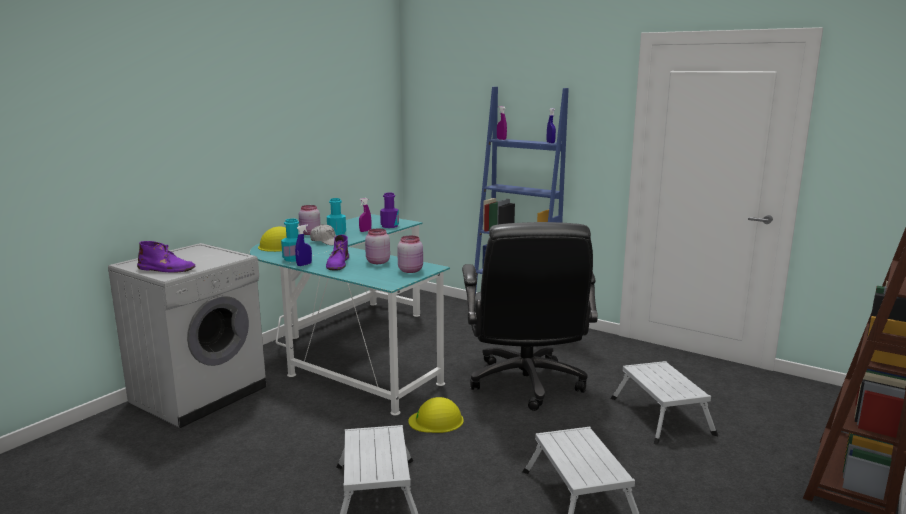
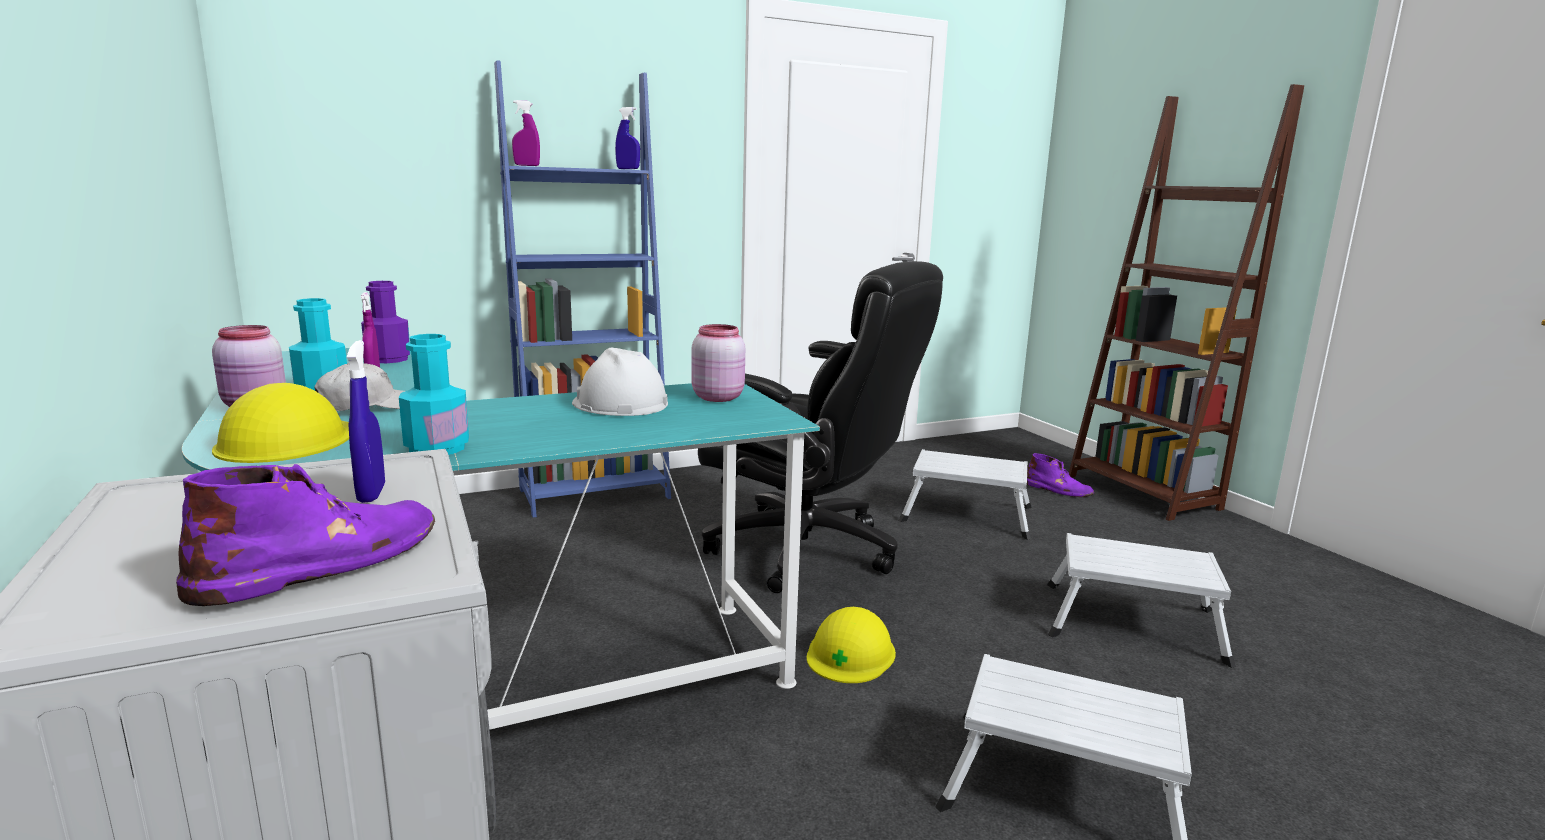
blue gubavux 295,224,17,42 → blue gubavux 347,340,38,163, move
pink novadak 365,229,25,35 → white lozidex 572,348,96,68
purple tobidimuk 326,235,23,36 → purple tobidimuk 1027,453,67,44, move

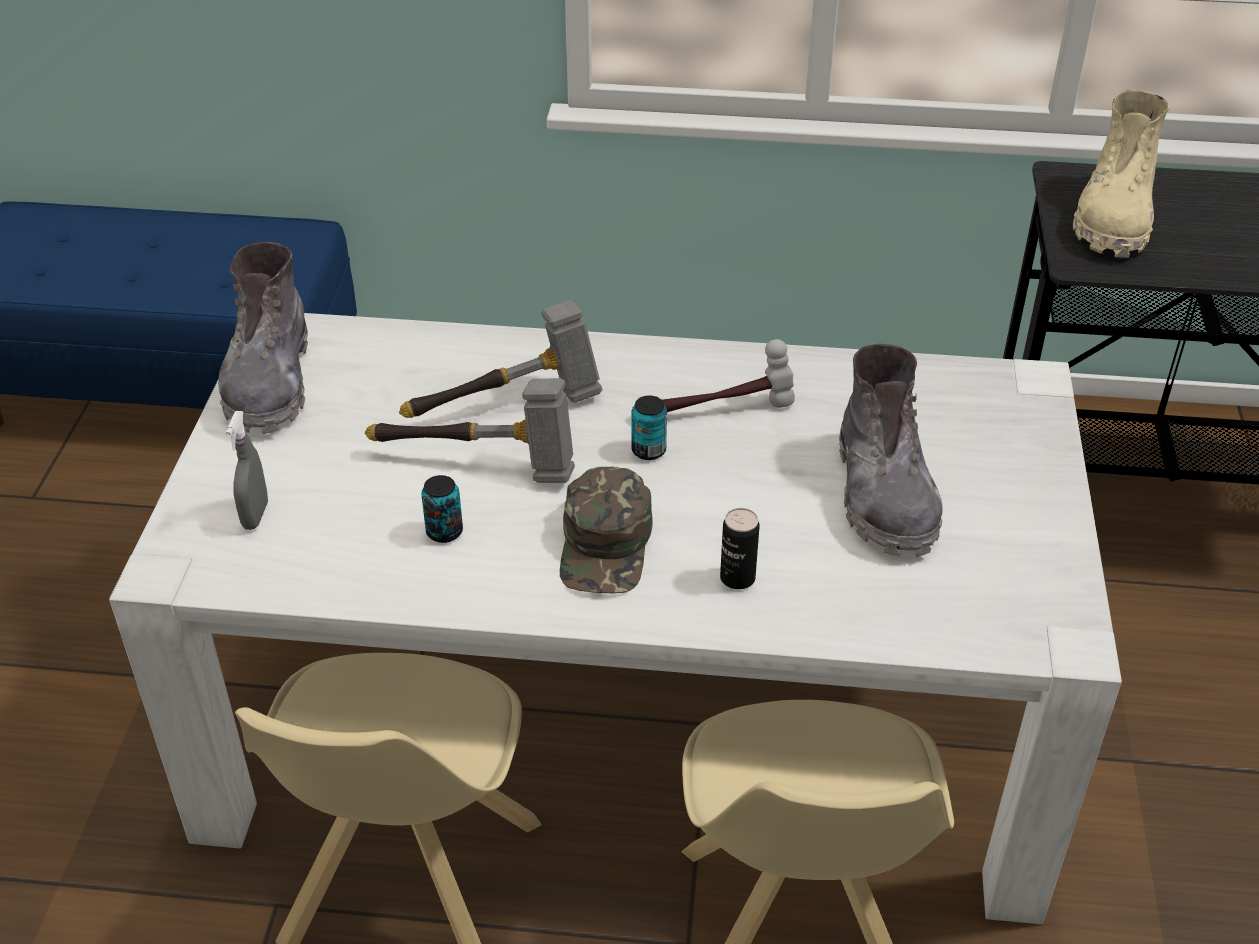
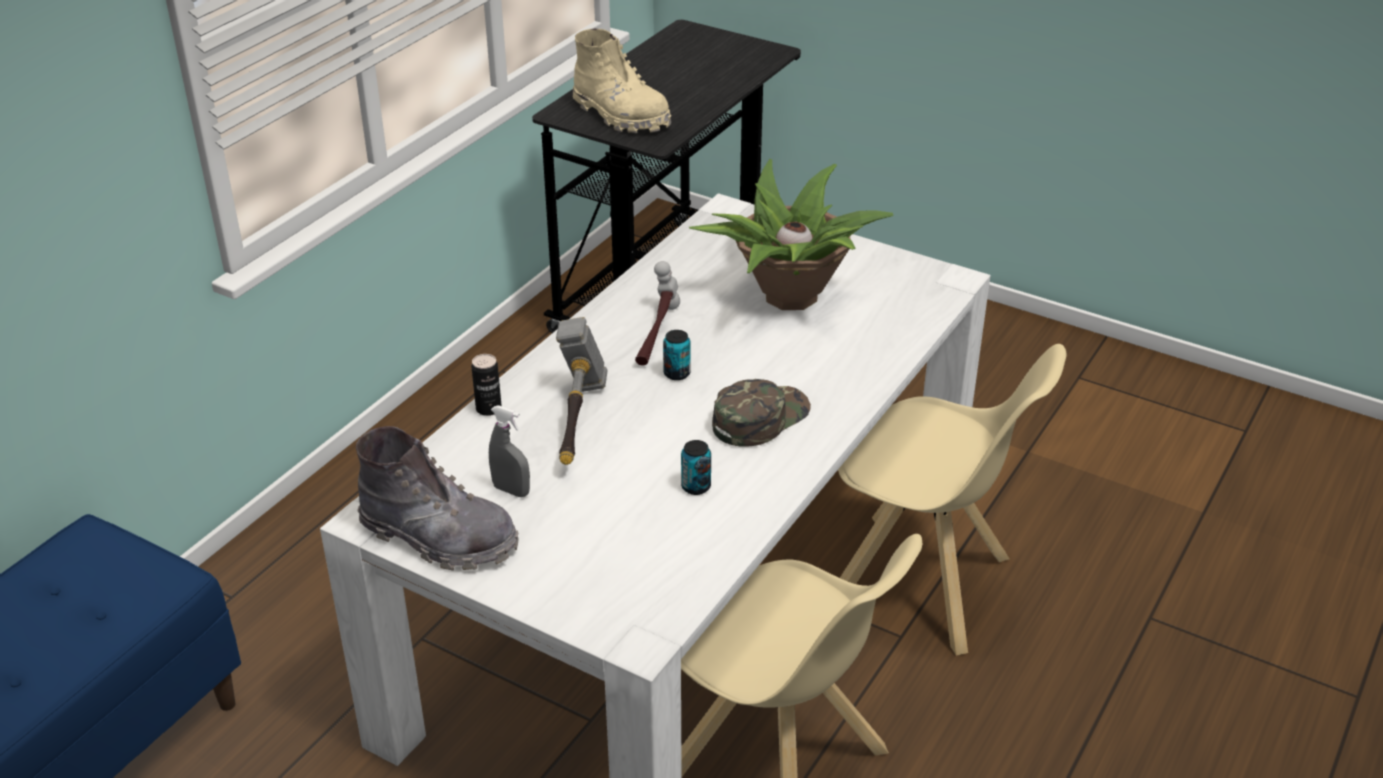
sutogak 720,508,40,81 → sutogak 471,354,31,62, move
grey gubavux 226,411,42,119 → grey gubavux 489,405,41,92, move
grey tobidimuk 839,344,103,213 → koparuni 689,159,204,151
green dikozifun 560,466,93,127 → green dikozifun 712,379,99,68, 75 degrees counterclockwise
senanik 365,378,210,105 → -

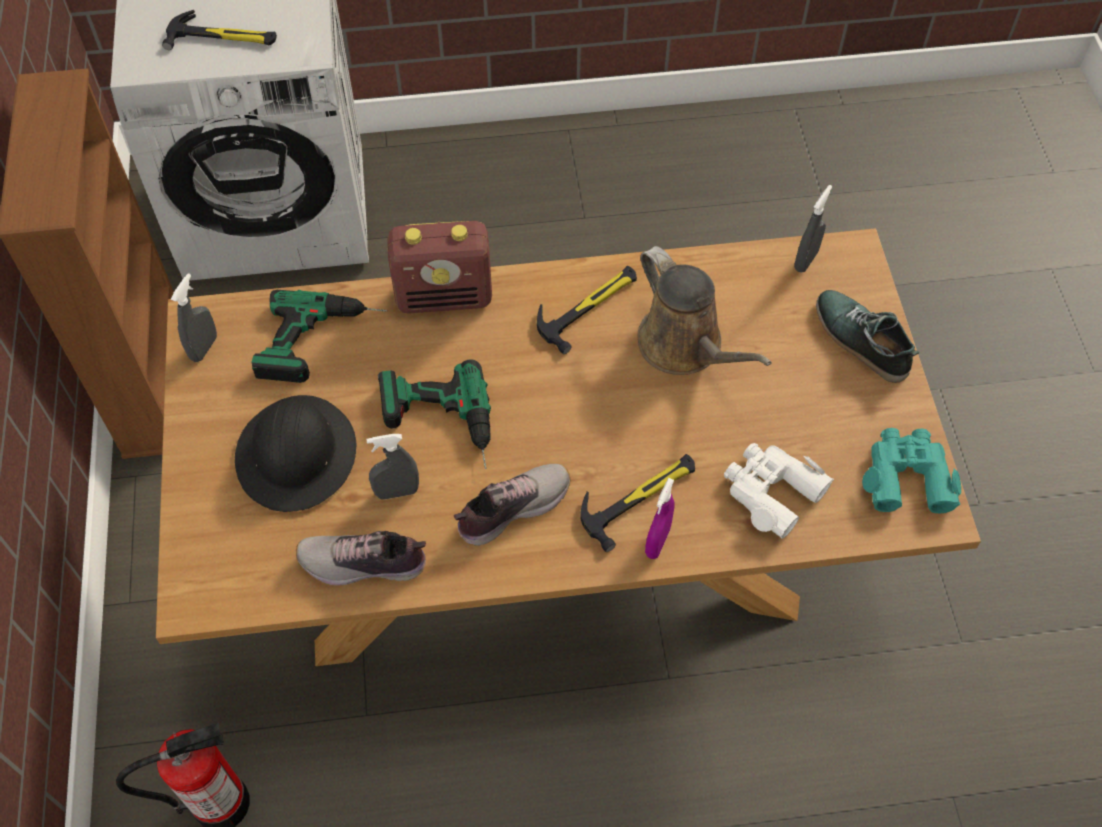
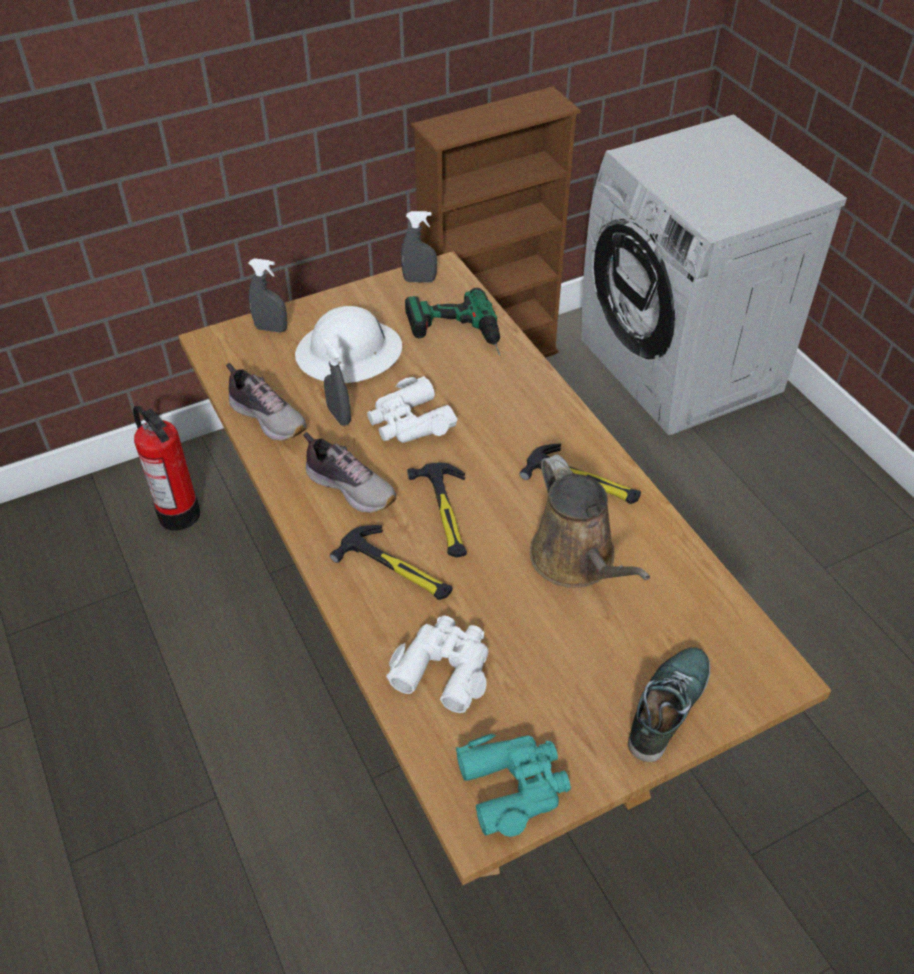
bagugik 296,531,130,55 → bagugik 226,363,81,78, 150 degrees clockwise
grey gubavux 794,185,38,88 → grey gubavux 249,258,38,74, move
black lozidex 235,395,122,117 → white lozidex 295,306,107,77
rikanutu 378,359,113,110 → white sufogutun 367,376,90,67
senanik 162,10,115,40 → senanik 407,462,60,95, move
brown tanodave 638,246,134,129 → brown tanodave 530,454,120,134, 60 degrees counterclockwise
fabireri 387,221,105,93 → -
purple gubavux 645,478,30,81 → -

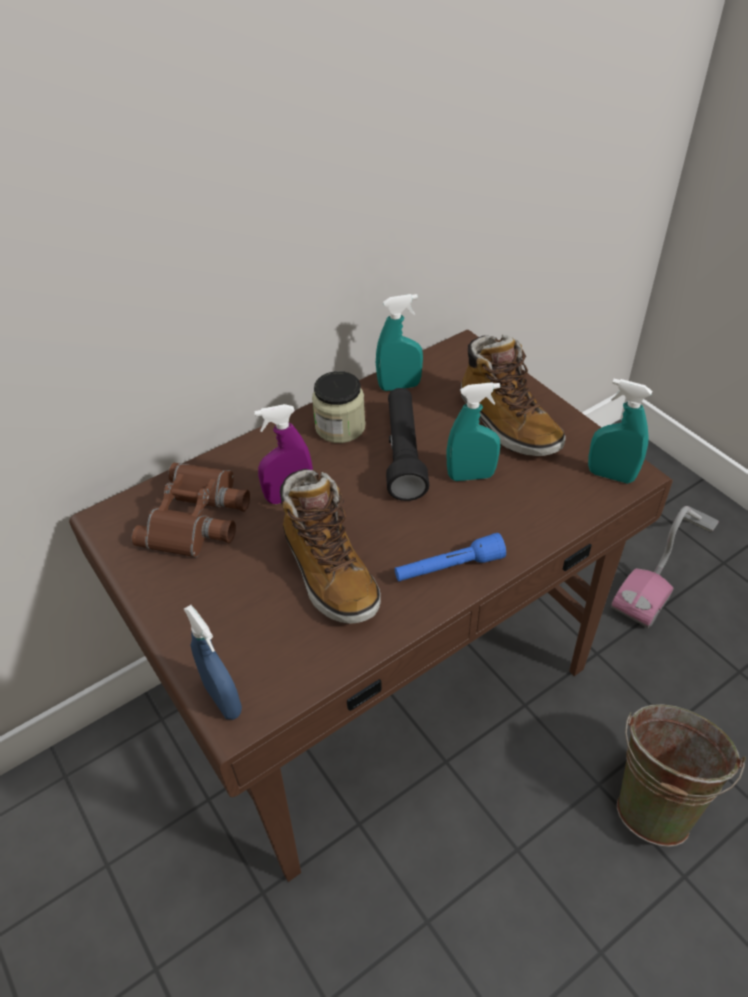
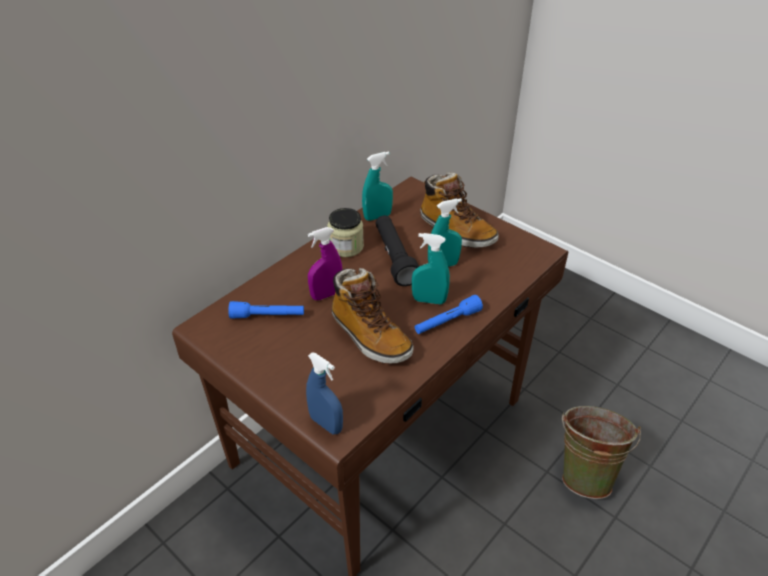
brown sufogutun 131,463,119,94 → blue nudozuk 228,301,76,18
turquoise gubavux 588,379,64,105 → turquoise gubavux 412,233,38,72, move
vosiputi 611,506,108,122 → -

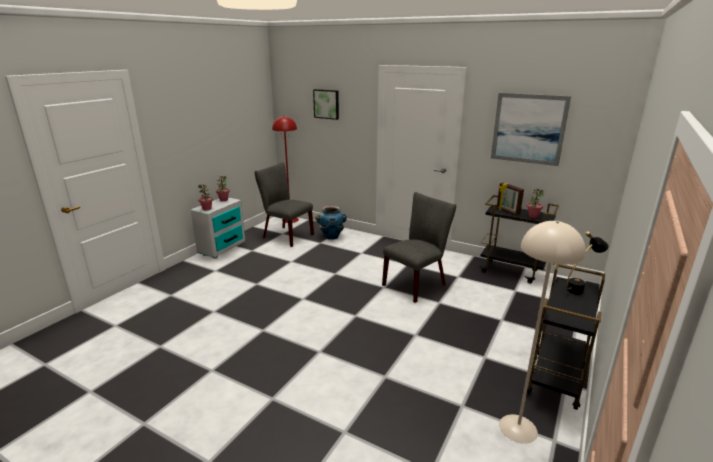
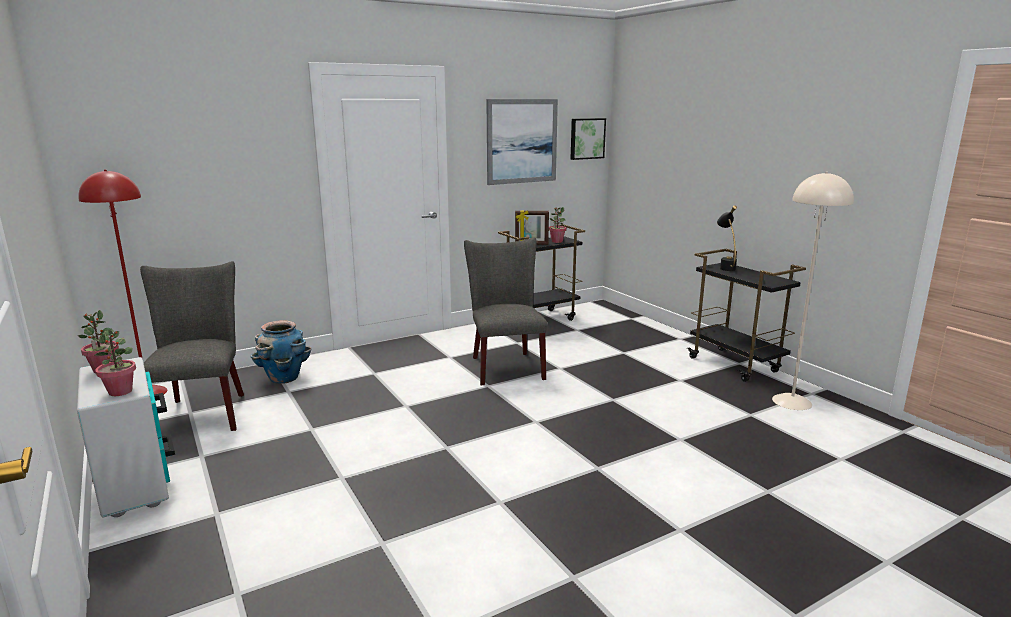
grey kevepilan 255,162,59,85 → grey kevepilan 140,261,104,170, 105 degrees clockwise
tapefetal 313,89,26,31 → tapefetal 570,118,36,42, move

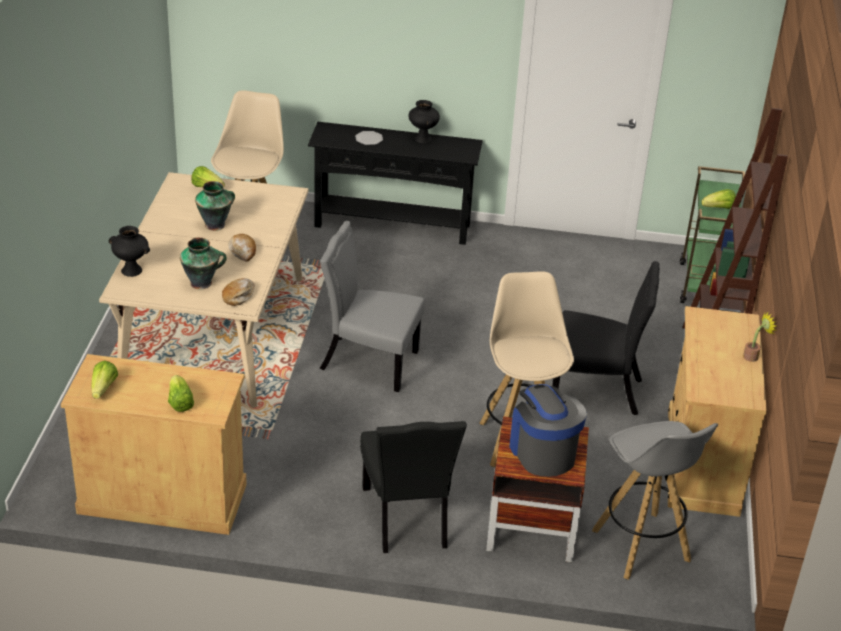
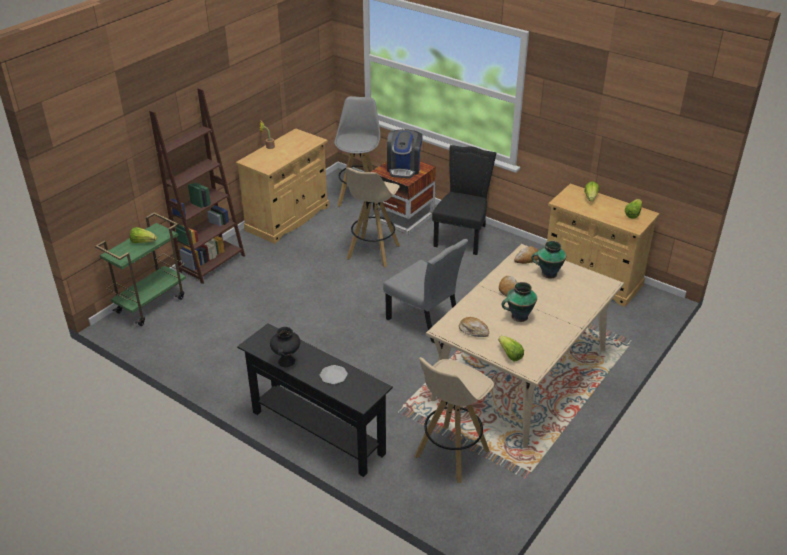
- → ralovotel 459,317,30,20
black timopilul 108,226,42,51 → -
black kevepilan 553,261,107,154 → -

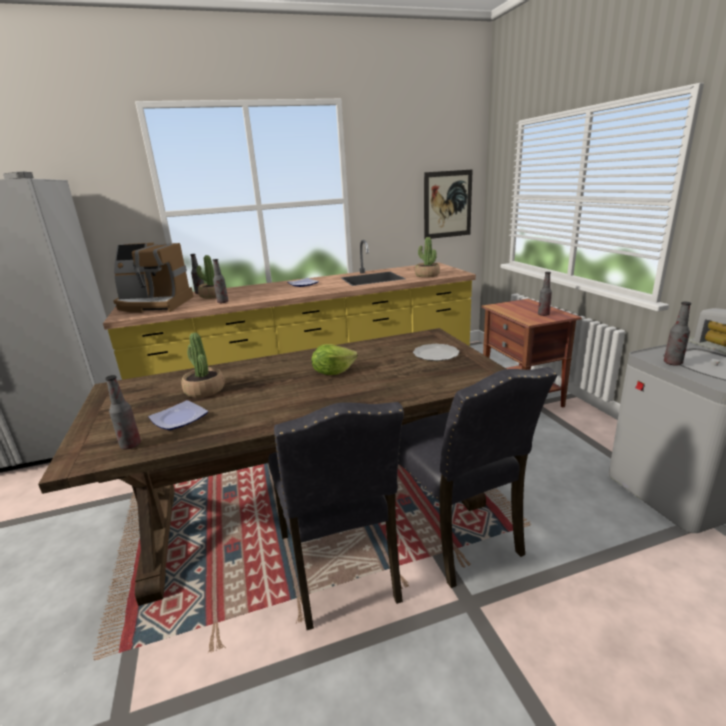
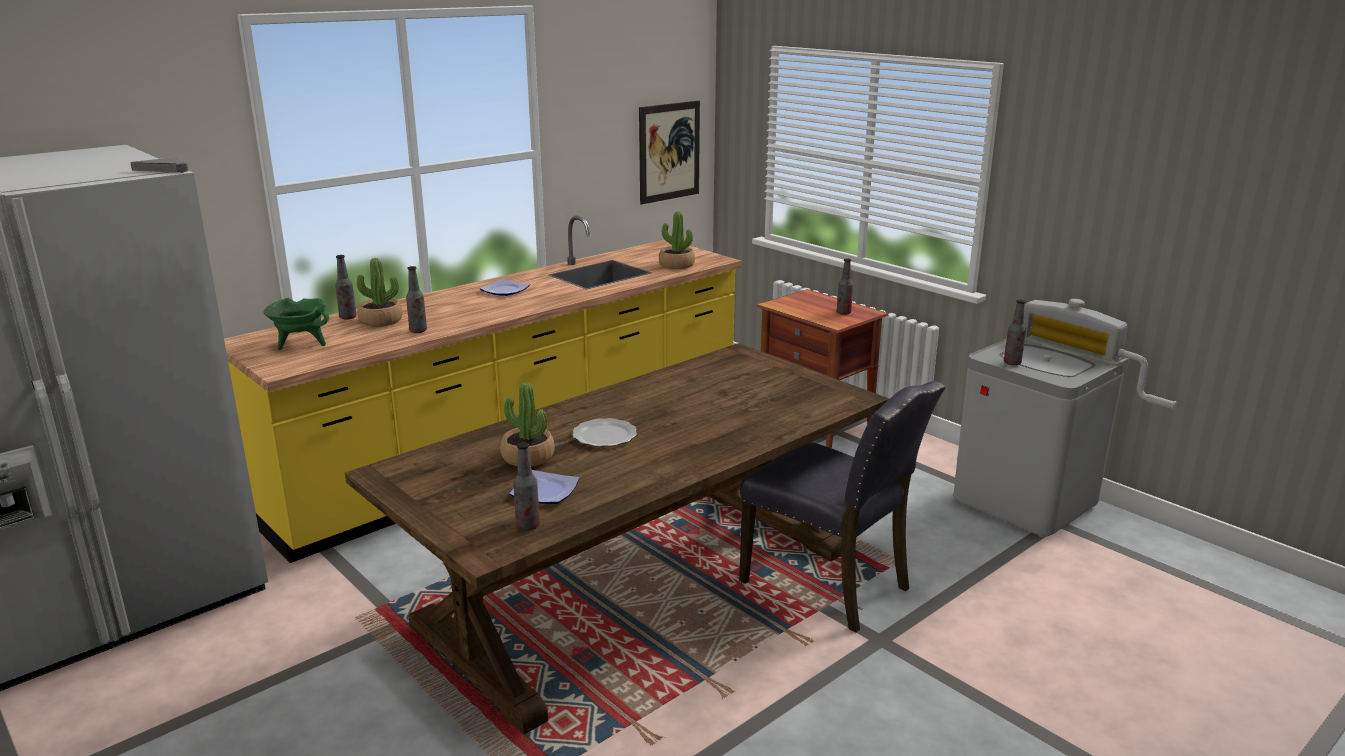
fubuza 113,243,81,70 → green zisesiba 264,298,65,52
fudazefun 413,344,46,17 → fudazefun 572,418,65,29, move
grey kevepilan 268,402,136,228 → -
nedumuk 311,344,47,31 → -

